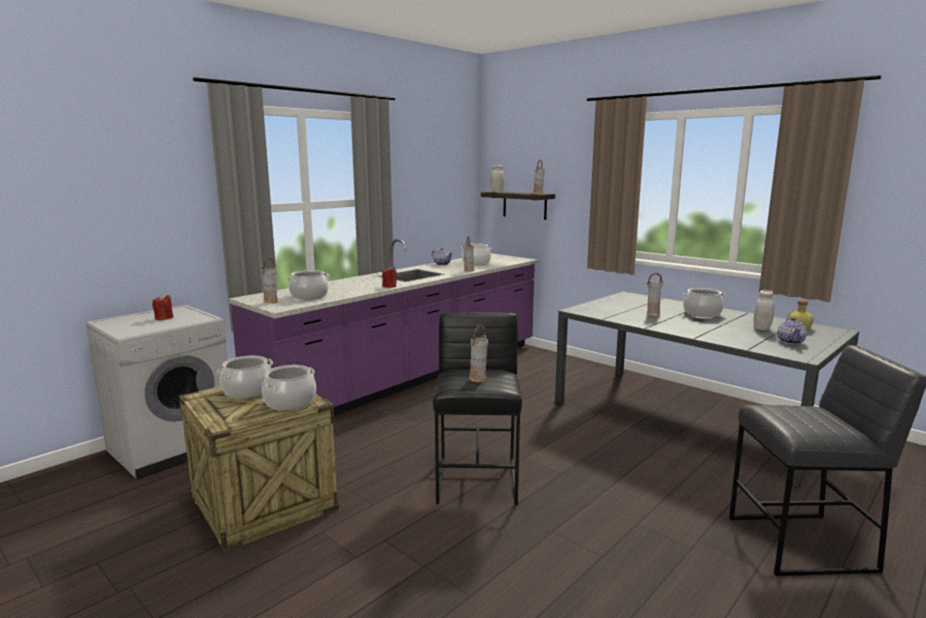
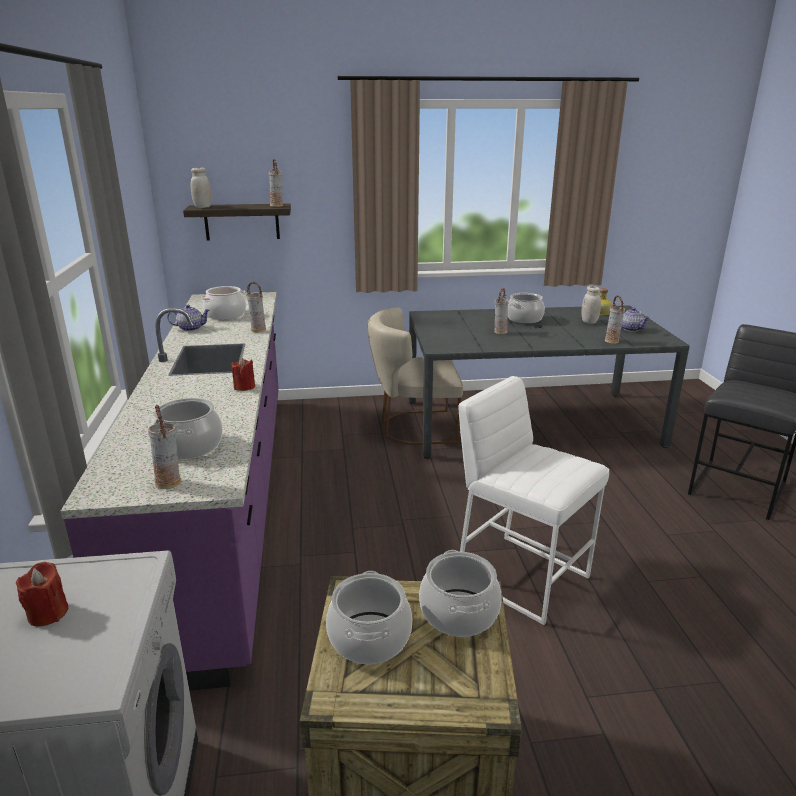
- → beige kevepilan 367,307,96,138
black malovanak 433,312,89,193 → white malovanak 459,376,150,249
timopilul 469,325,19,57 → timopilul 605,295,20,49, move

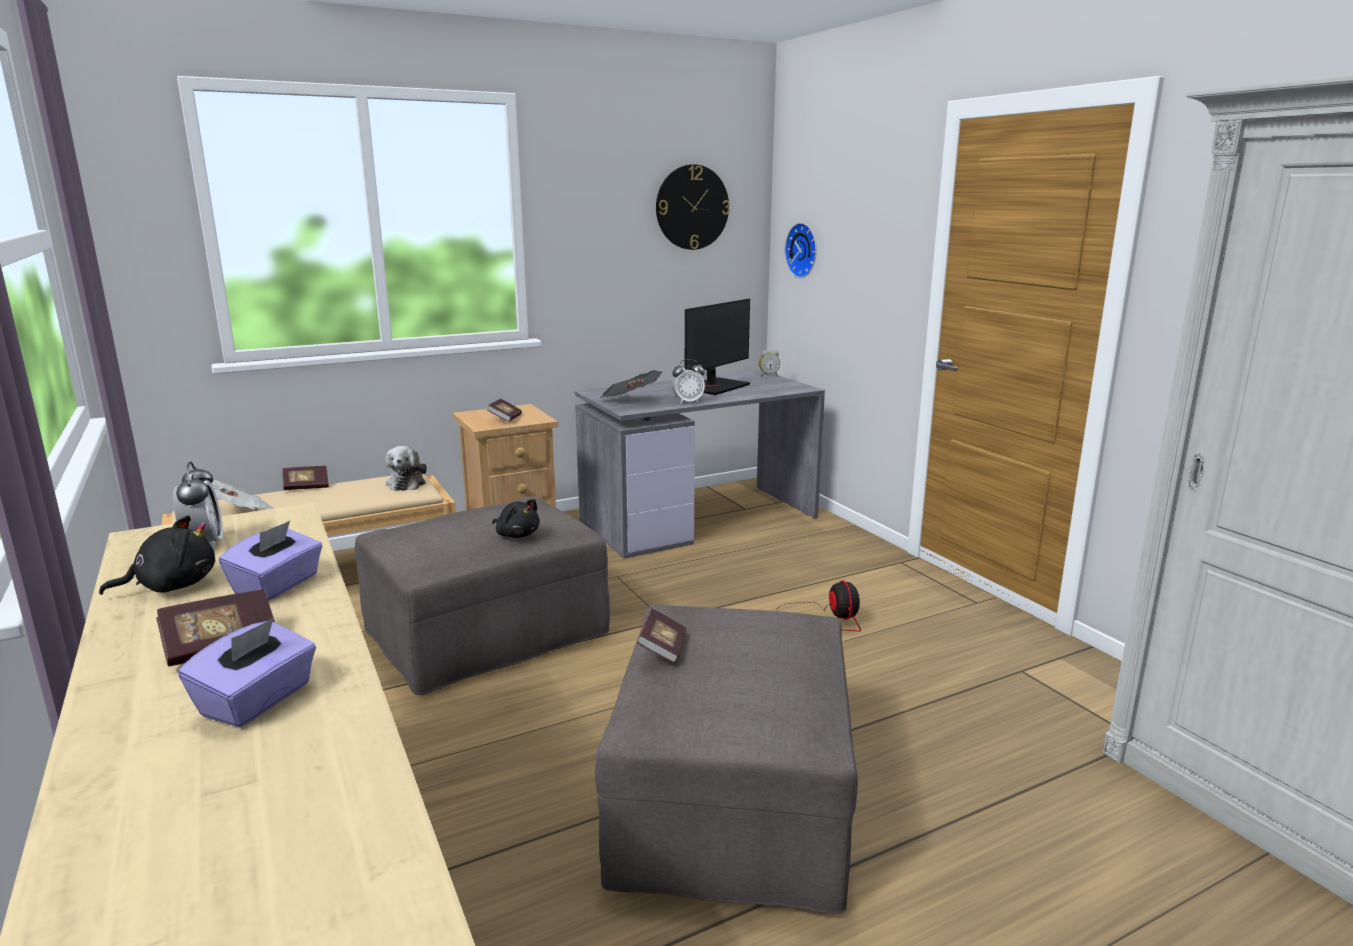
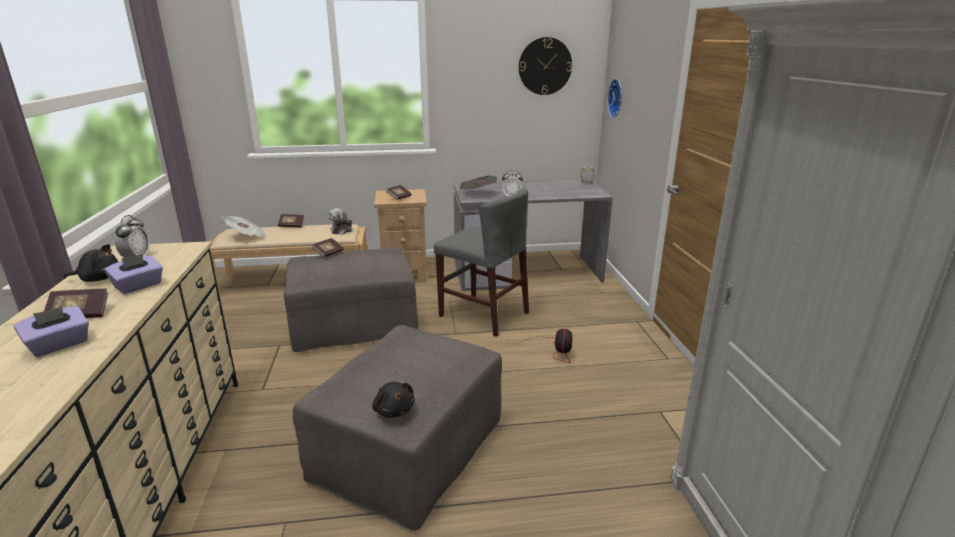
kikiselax 637,608,49,55 → kikiselax 312,238,32,20, move
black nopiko 492,499,48,39 → black nopiko 372,382,43,36, move
- → grey kevepilan 434,188,95,149
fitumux 685,299,66,96 → -

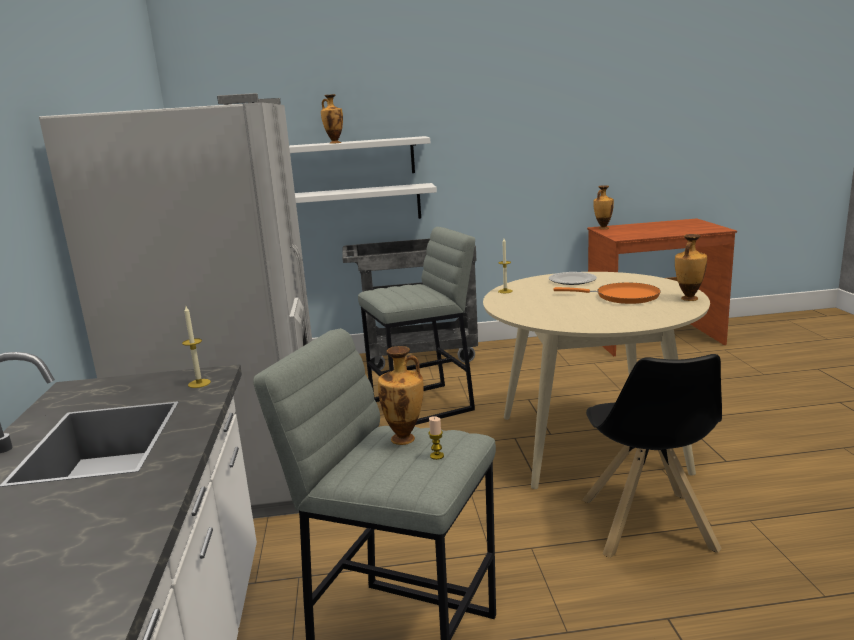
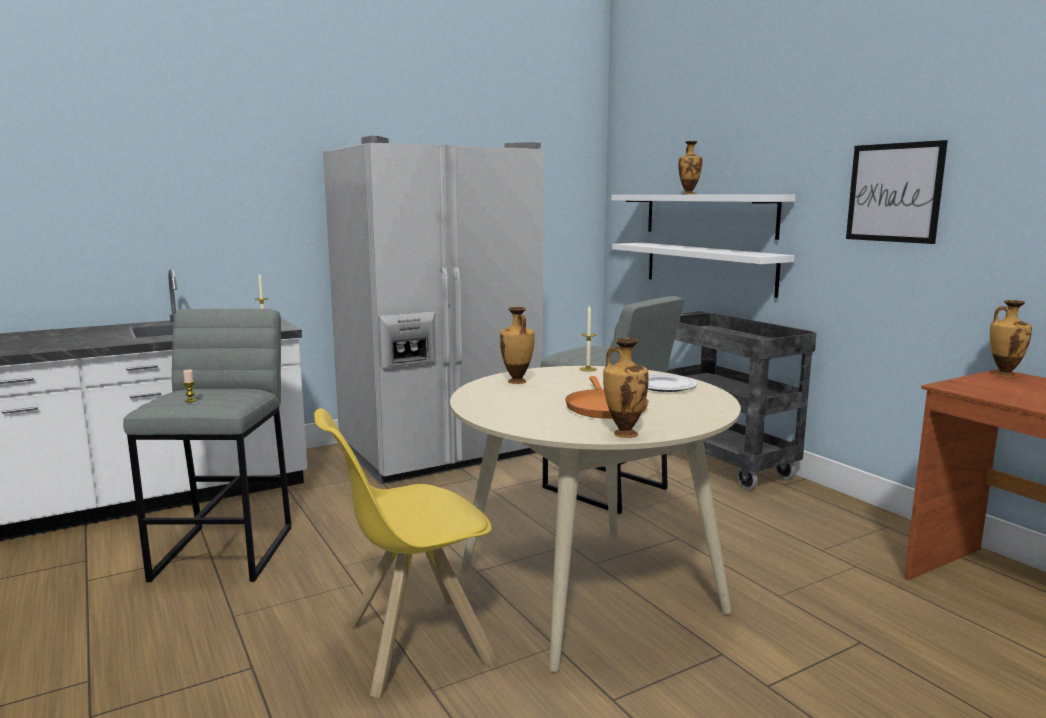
black kevepilan 582,354,140,204 → yellow kevepilan 314,408,185,290
timopilul 378,346,46,99 → timopilul 500,307,35,77, move
- → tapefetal 846,140,102,104

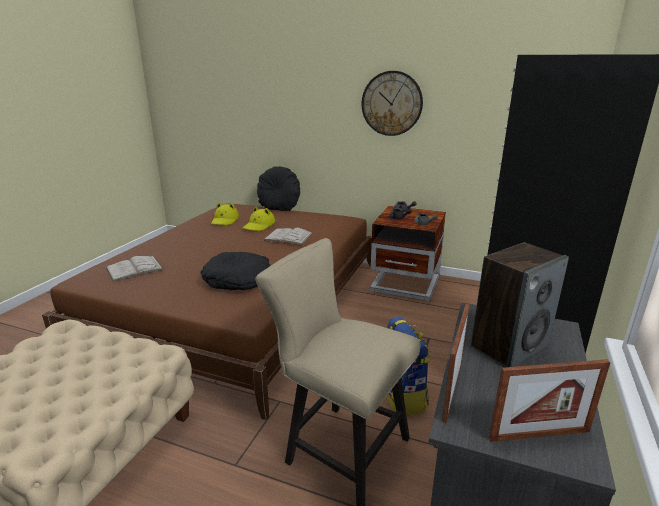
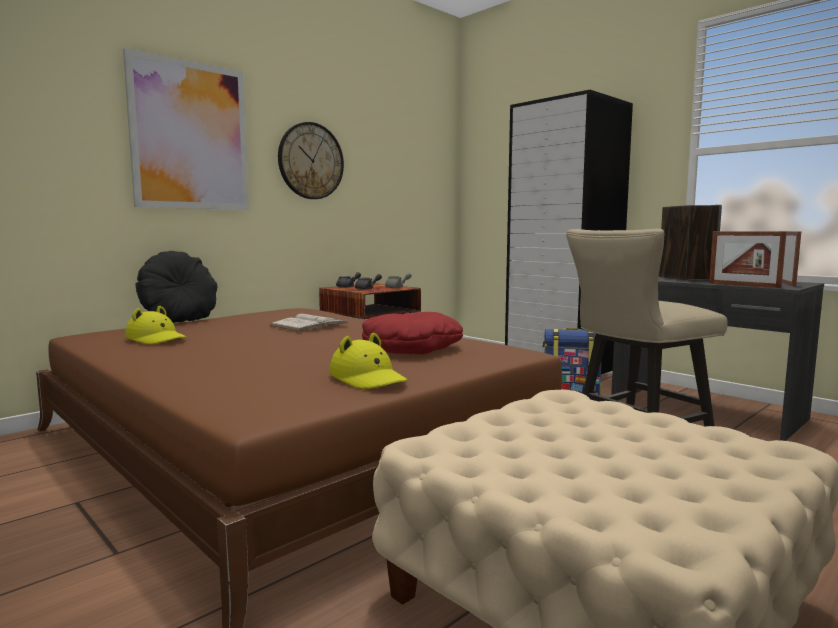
- → tapefetal 123,48,126,162
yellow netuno 243,206,32,25 → yellow netuno 329,333,79,56, move
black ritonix 200,252,70,38 → red ritonix 362,312,101,42
white kikiselax 106,256,58,26 → -

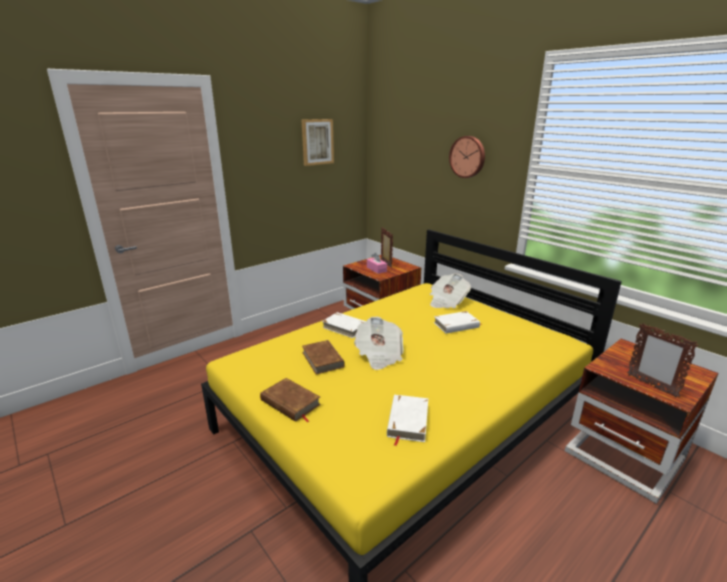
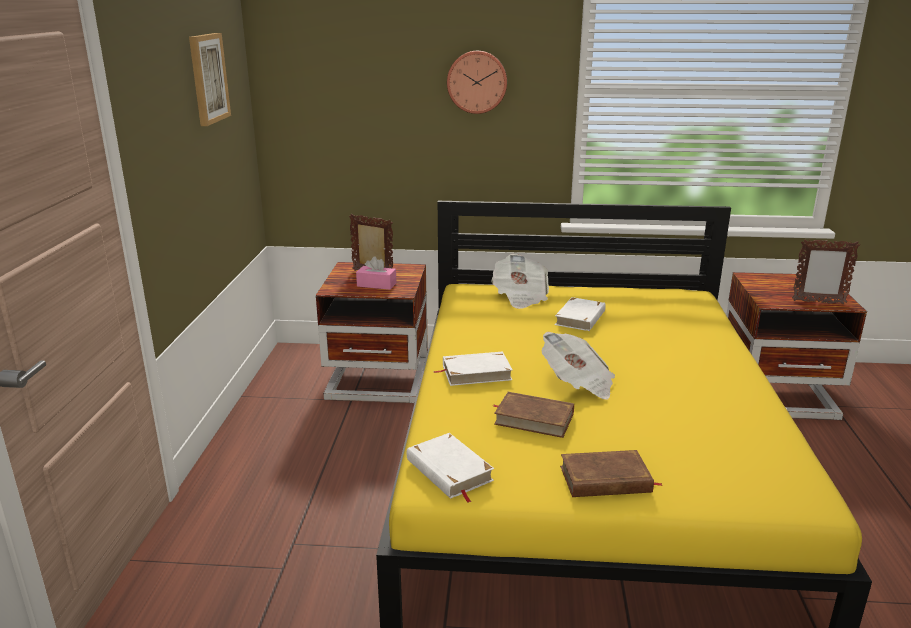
white kikiselax 387,395,41,51 → white kikiselax 407,433,87,70, move

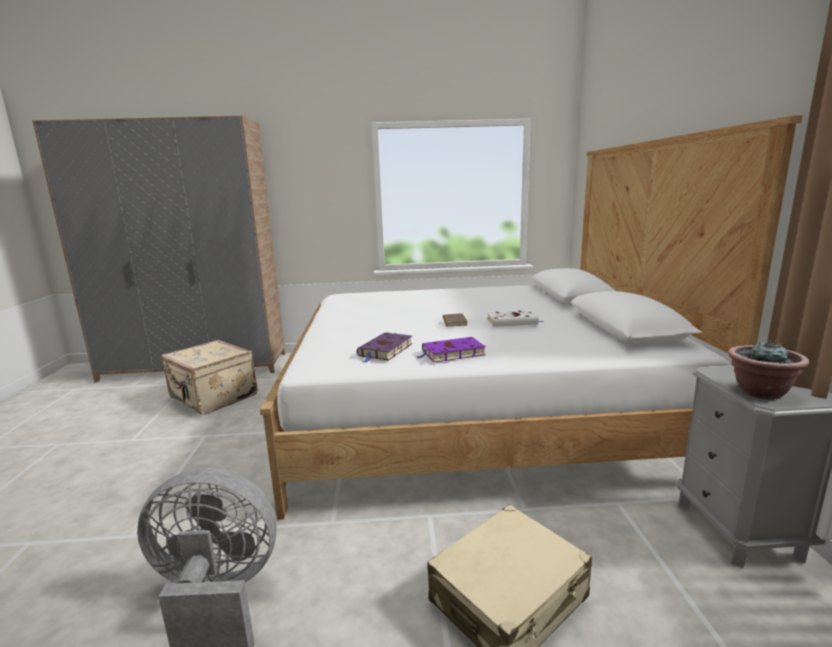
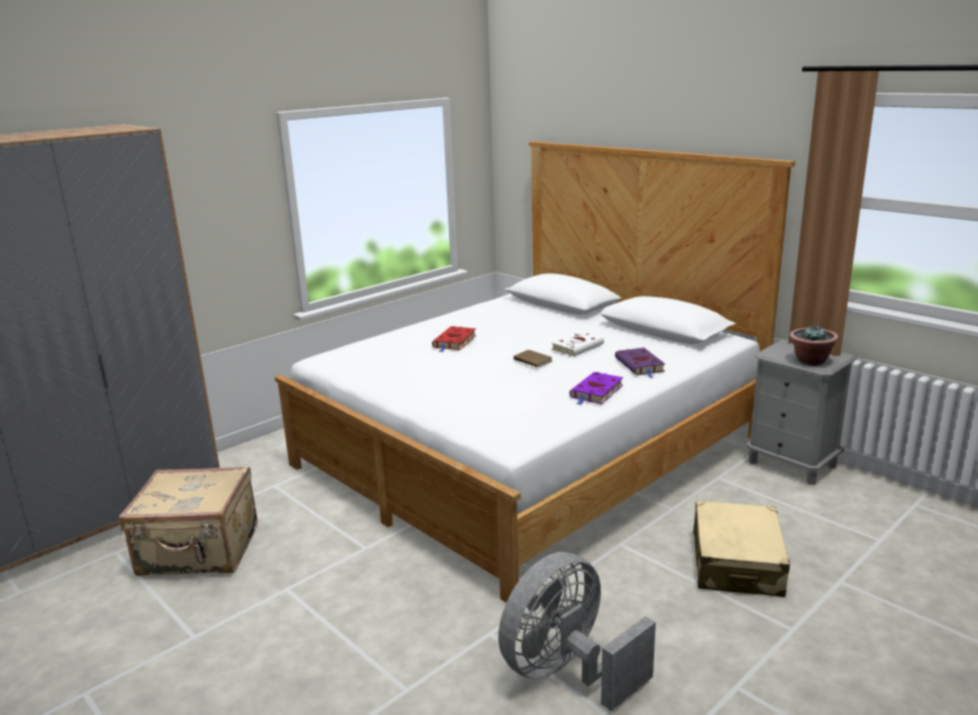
- → red kikiselax 432,326,44,26
purple kikiselax 357,332,56,30 → purple kikiselax 615,348,50,30, move

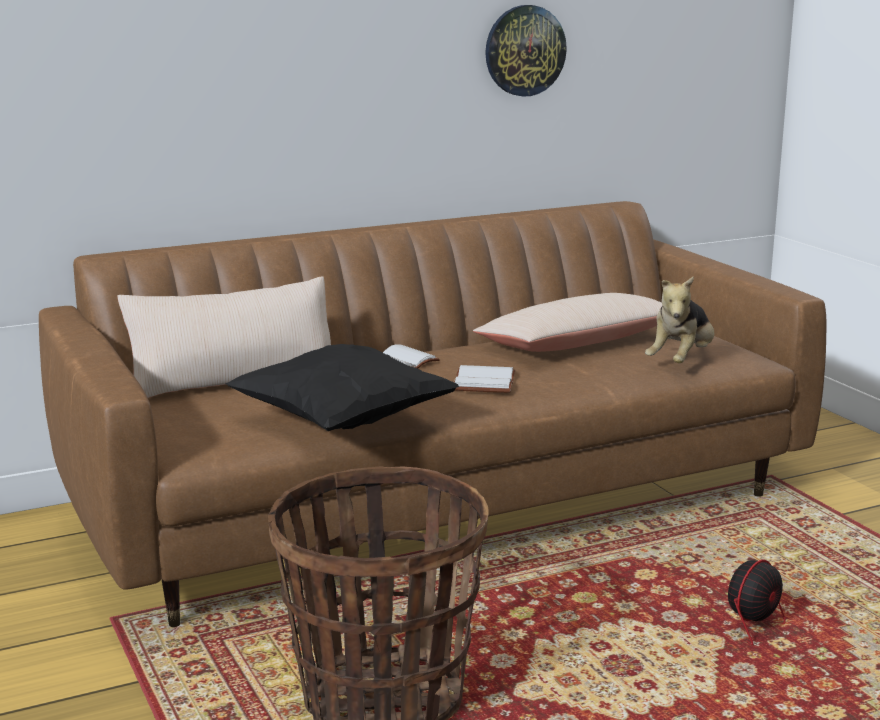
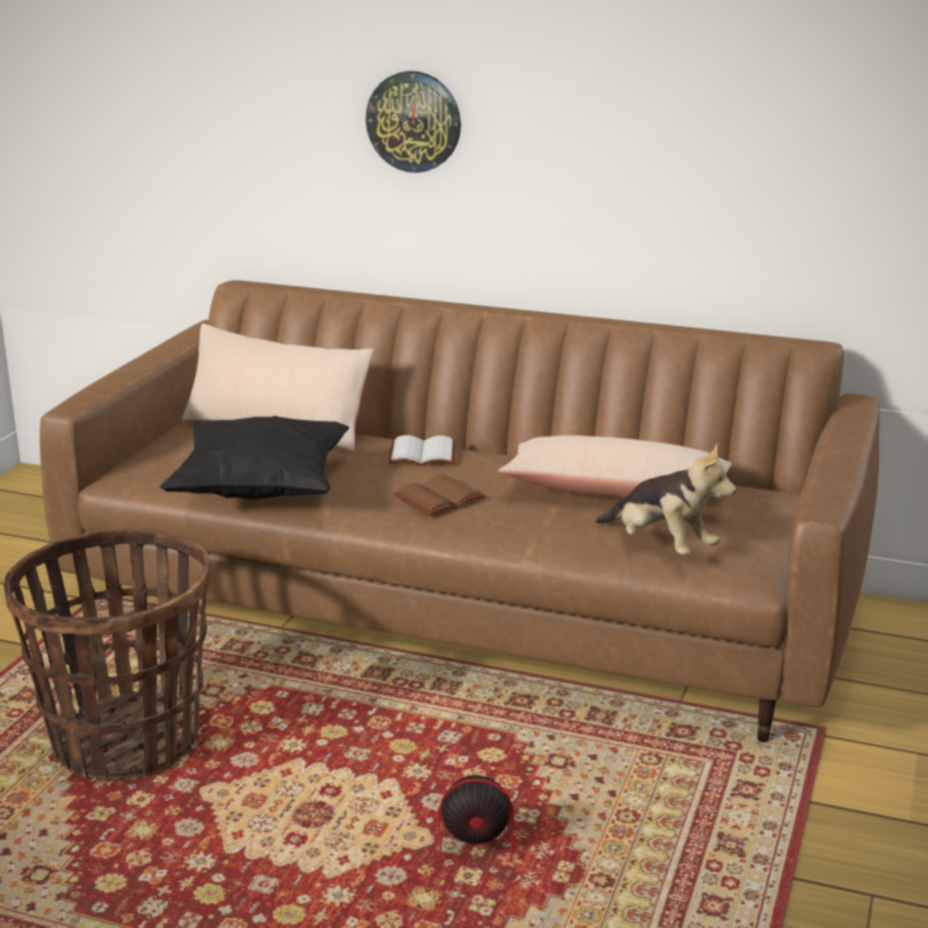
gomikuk 485,5,82,92 → gomikuk 366,71,95,102, move
white kikiselax 454,365,61,28 → brown kikiselax 393,474,92,42
nopiko 645,276,69,87 → nopiko 596,444,140,111, 120 degrees counterclockwise

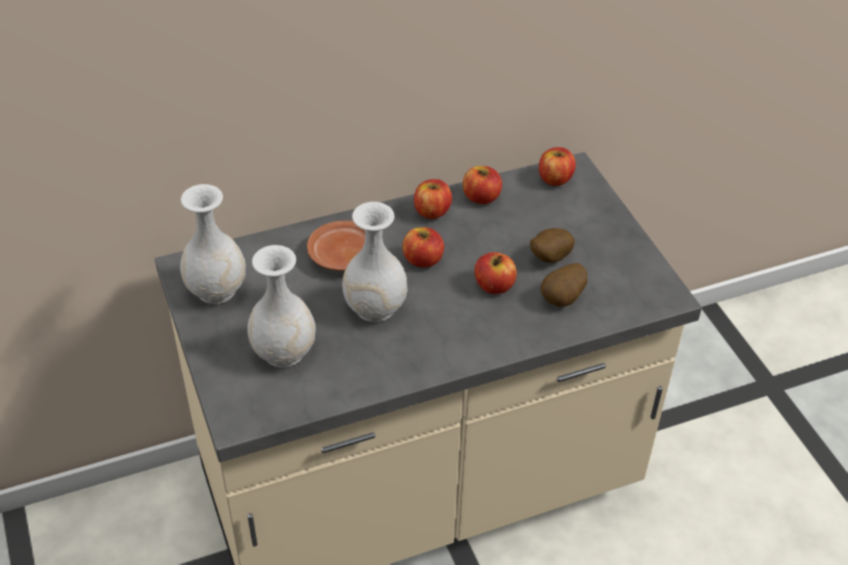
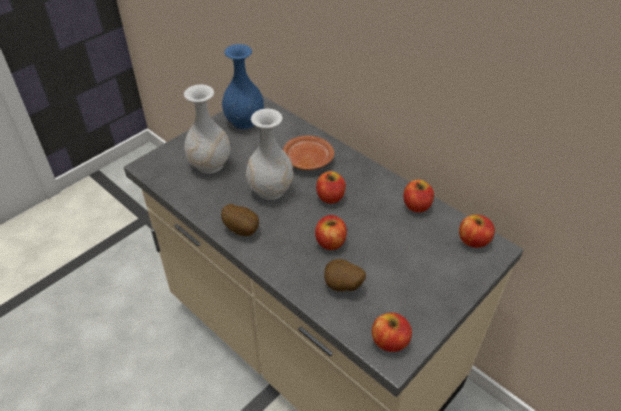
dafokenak 530,228,45,35 → dafokenak 221,204,38,32, move
white timopilul 180,184,66,120 → blue timopilul 222,44,42,85
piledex 414,179,38,40 → piledex 372,313,40,39, move

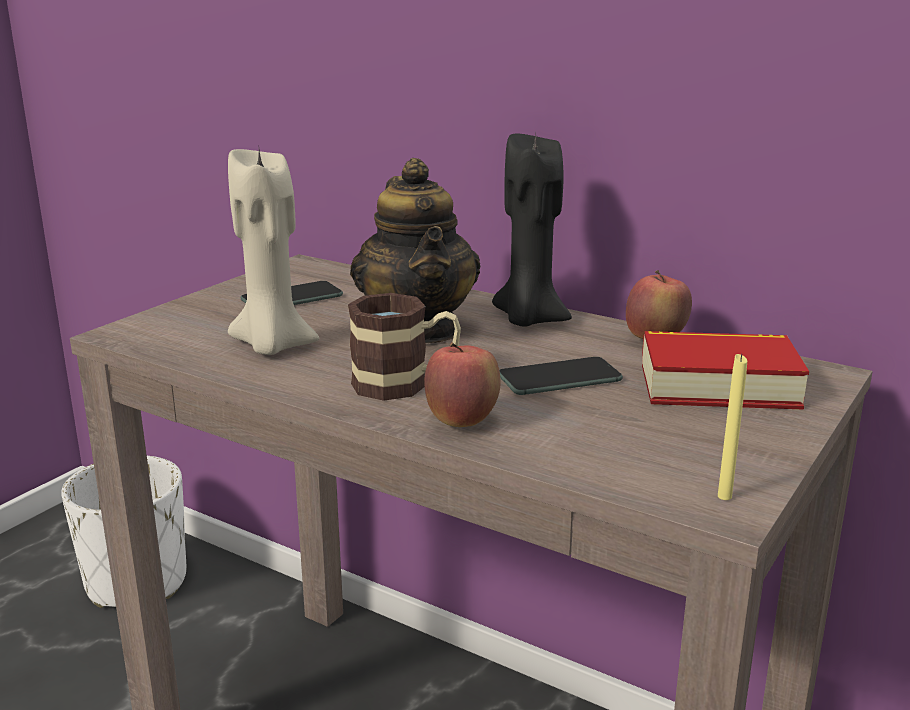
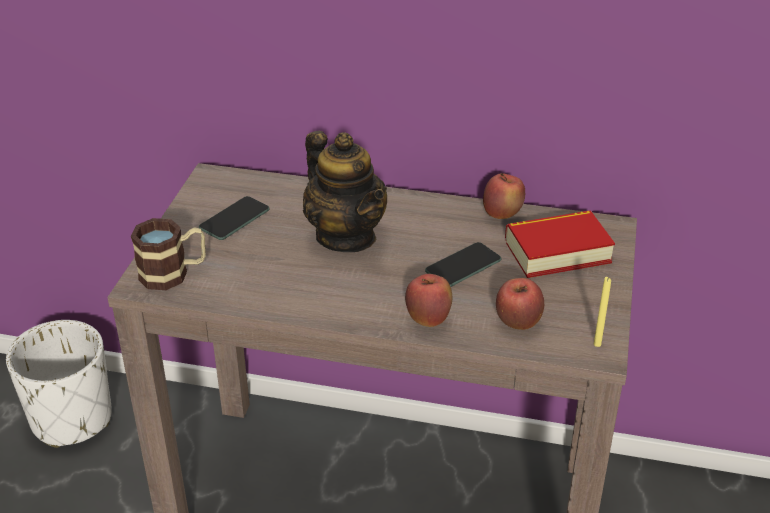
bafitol 348,293,113,108 → bafitol 131,218,75,72, move
- → piledex 496,278,48,52
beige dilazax 228,149,91,206 → -
black dilazax 492,134,80,193 → -

